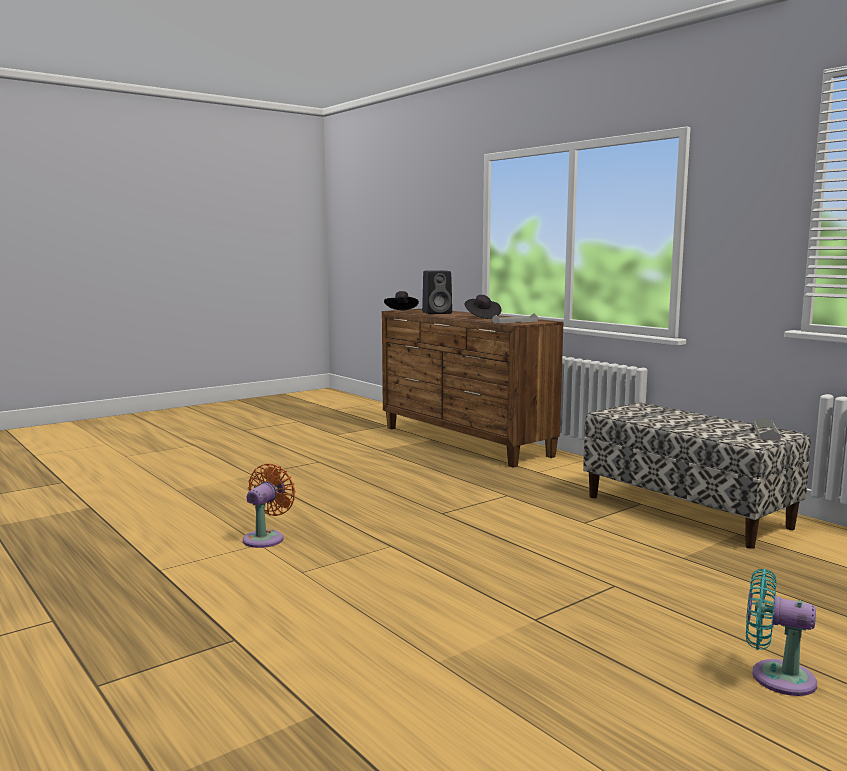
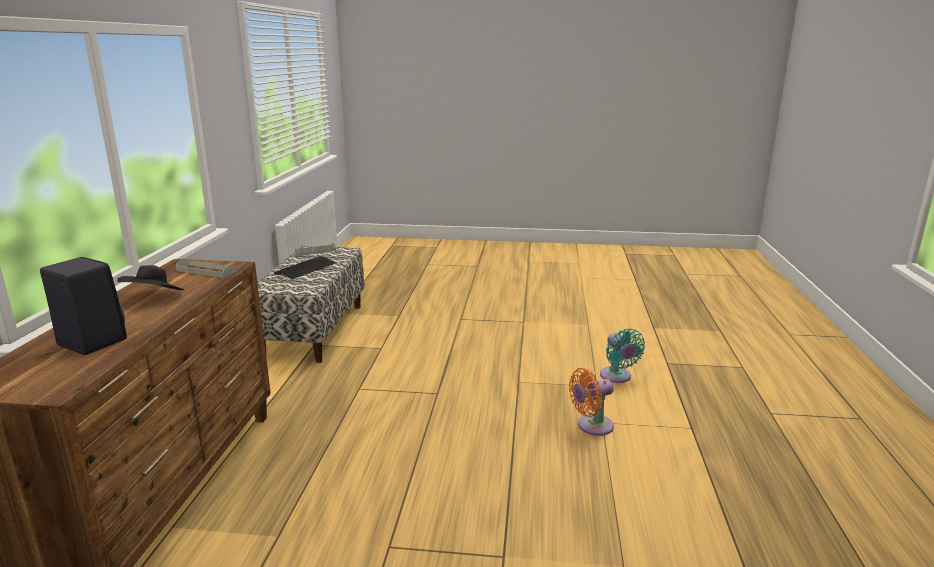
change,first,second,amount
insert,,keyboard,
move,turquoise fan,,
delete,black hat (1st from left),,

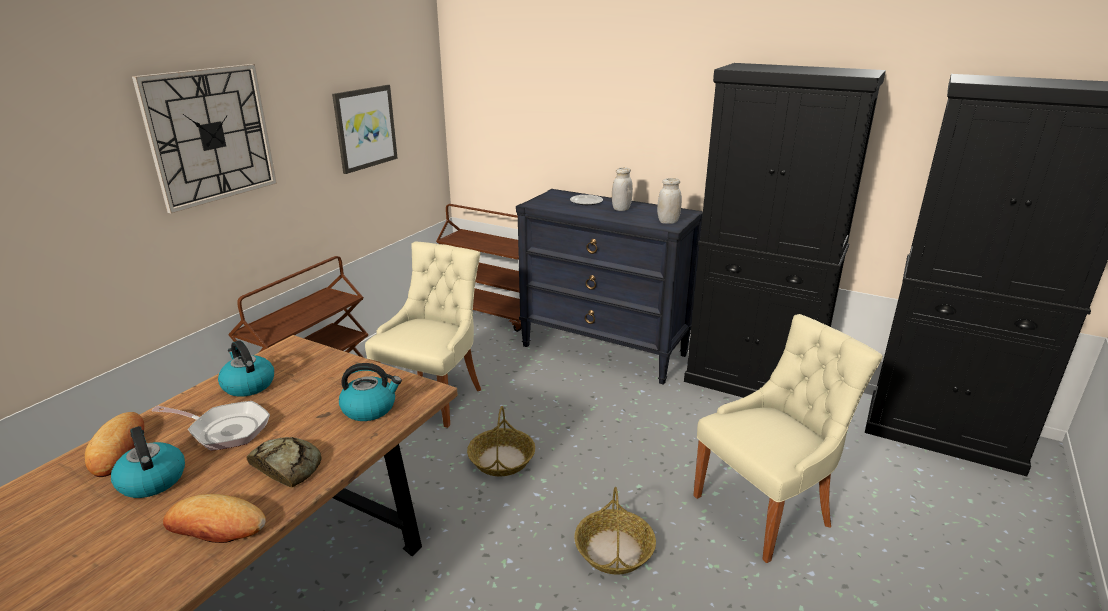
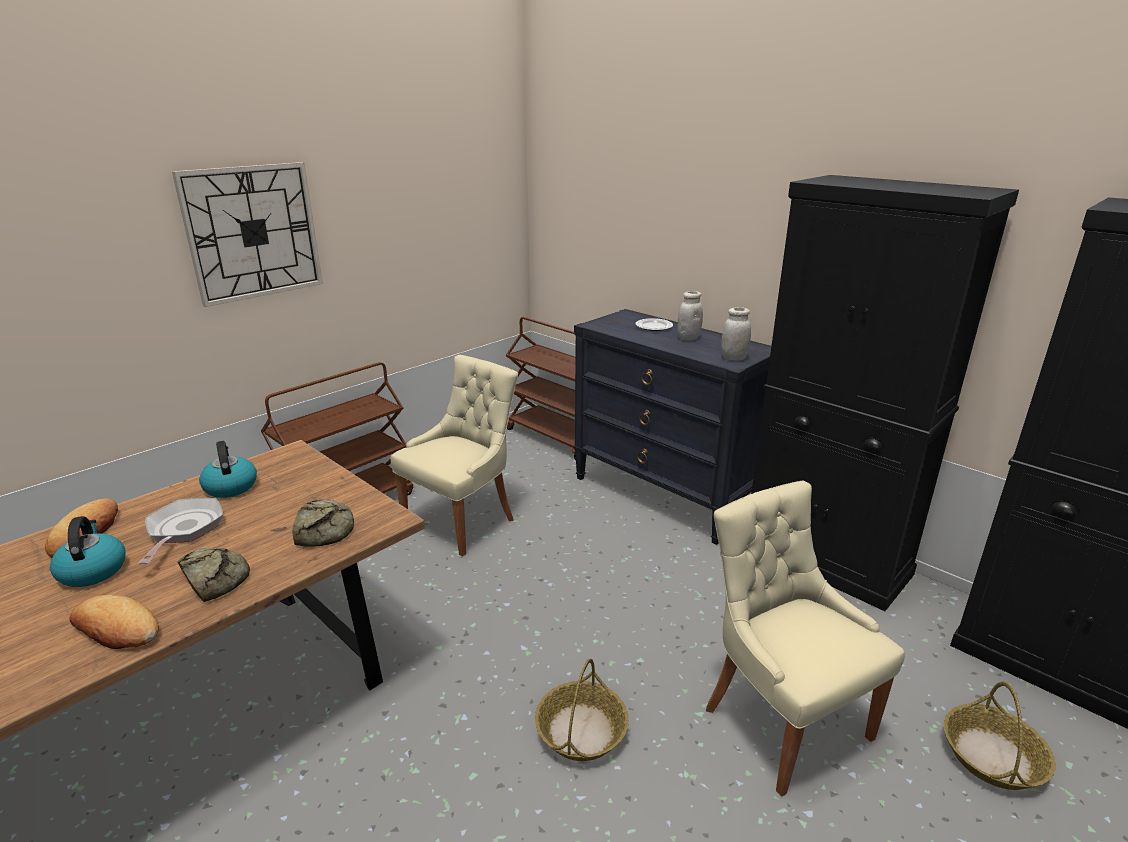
change,first,second,amount
rotate,frying pan,,120 degrees counterclockwise
replace,kettle (3rd from left),bread (4th from left),
rotate,beige chair (2nd from left),,105 degrees counterclockwise
move,basket (1st from left in the first image),basket (2nd from left),
delete,picture,,

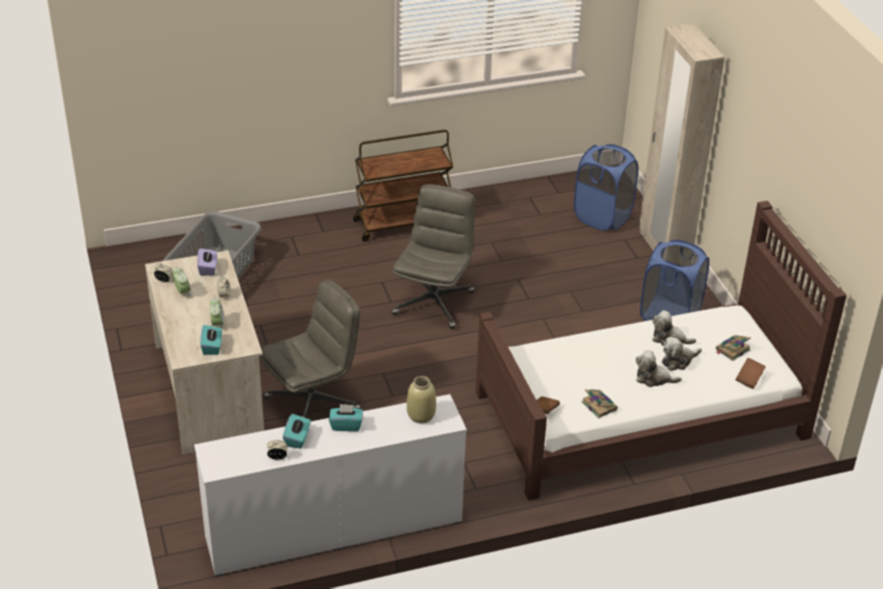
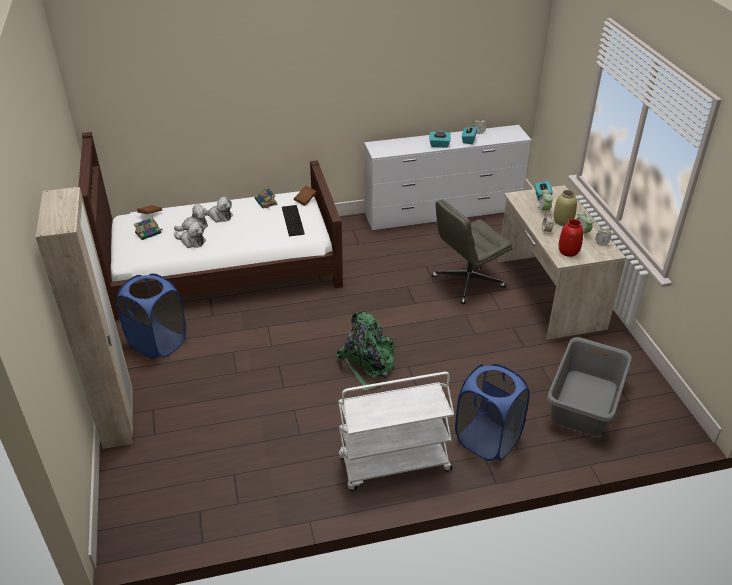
change,first,second,amount
insert,,keyboard,
replace,grey office chair (2nd from left),green backpack,
recolor,brown cart,white cart,
move,blue laundry basket (1st from left in the first image),blue laundry basket (2nd from left),
move,beige vase,,
replace,purple tissue box,red vase,

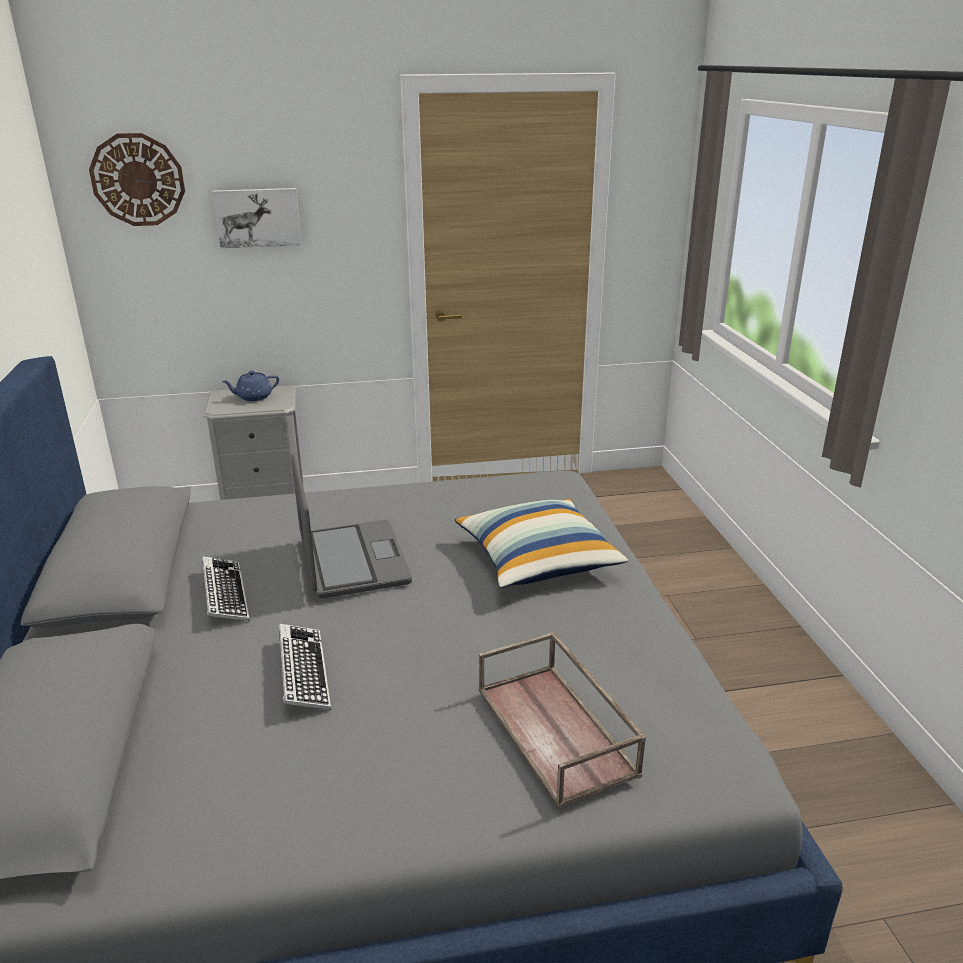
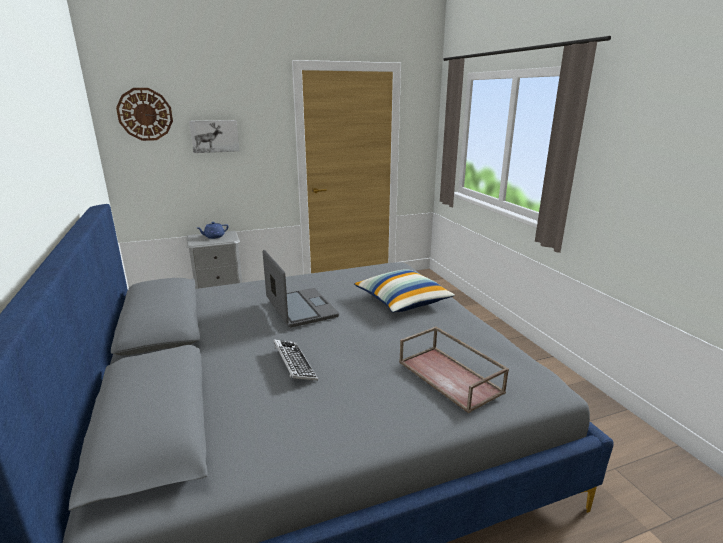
change,first,second,amount
delete,keyboard (1st from left),,

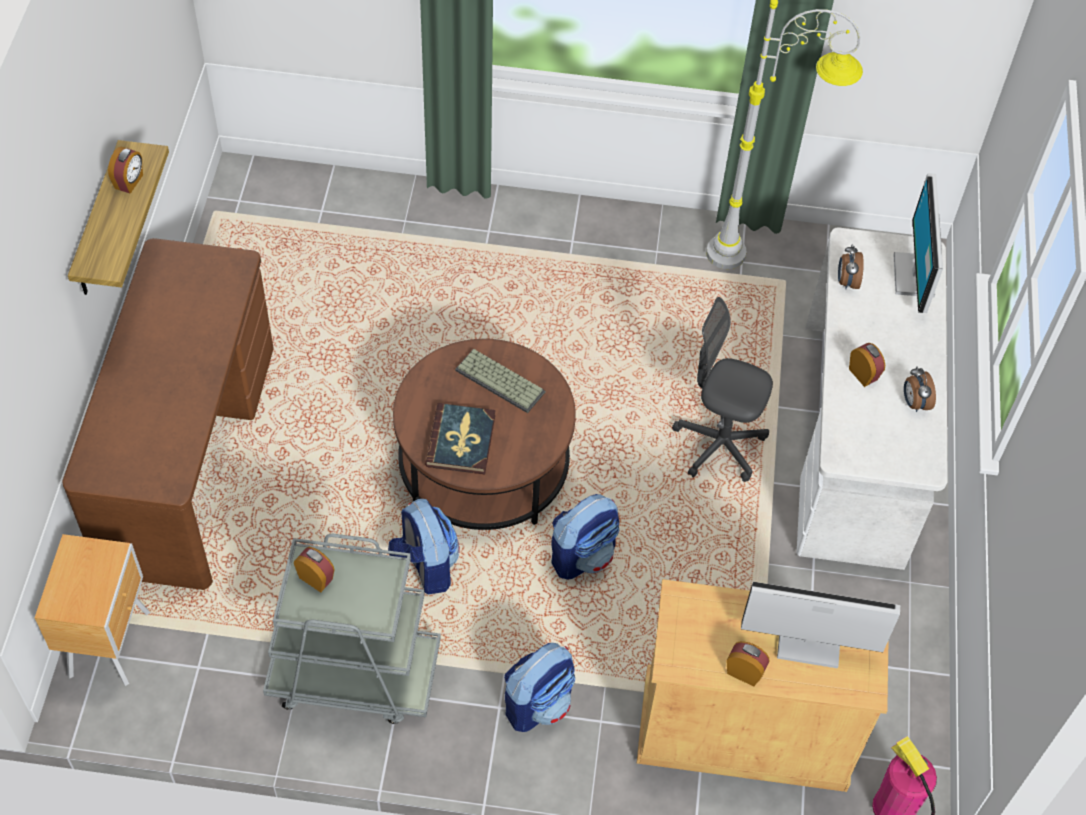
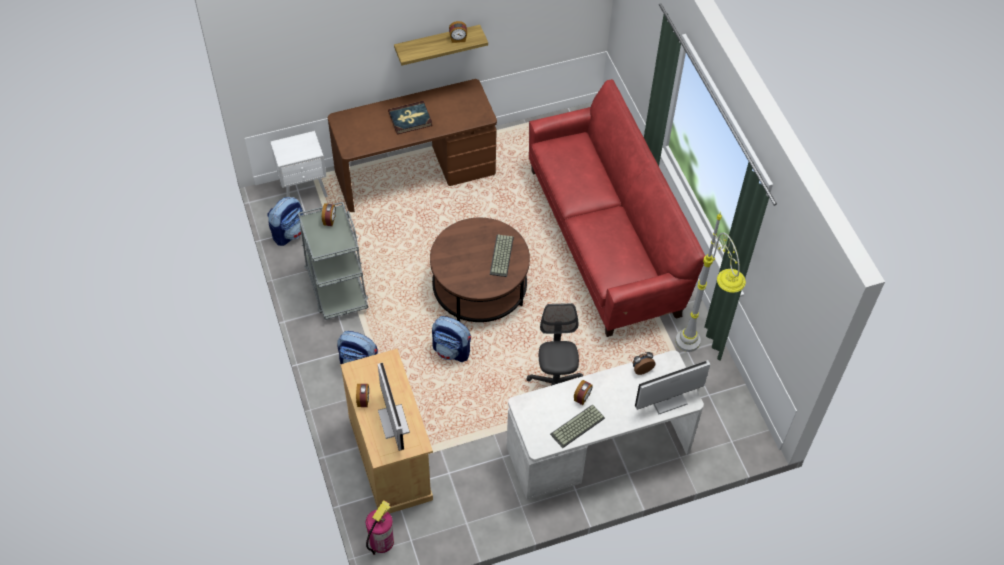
change,first,second,amount
move,backpack (1st from left),,
recolor,brown nightstand,white nightstand,
move,book,,
insert,,red sofa,
replace,alarm clock (6th from left),keyboard (2nd from left),

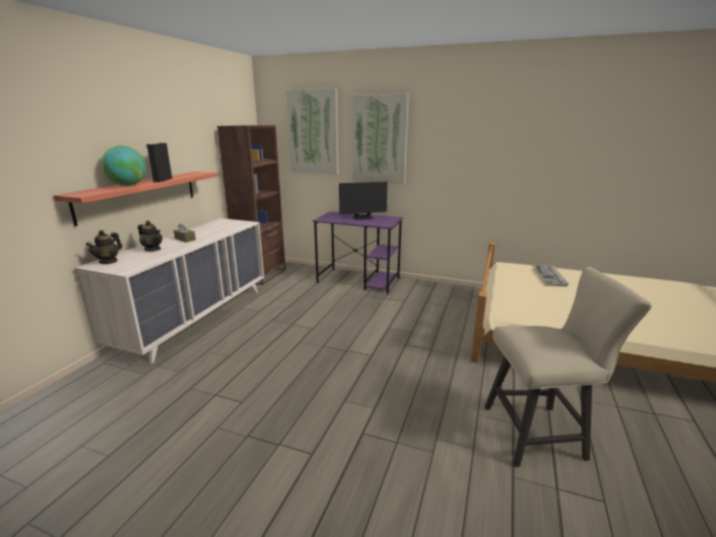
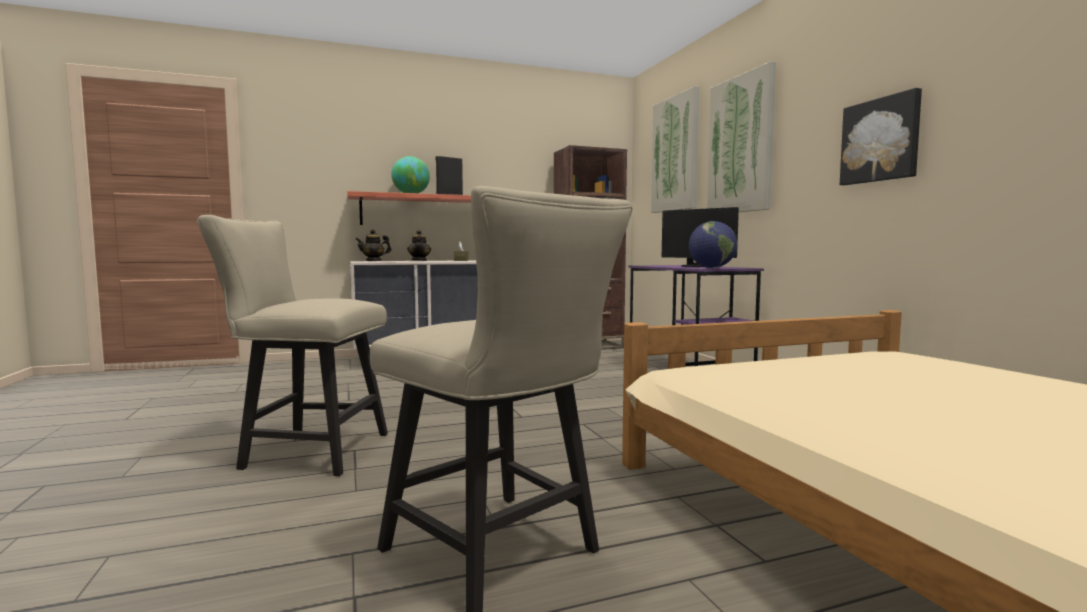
change,first,second,amount
insert,,beige chair (1st from left),
insert,,globe (2nd from left),
insert,,picture (3rd from left),
delete,keyboard,,

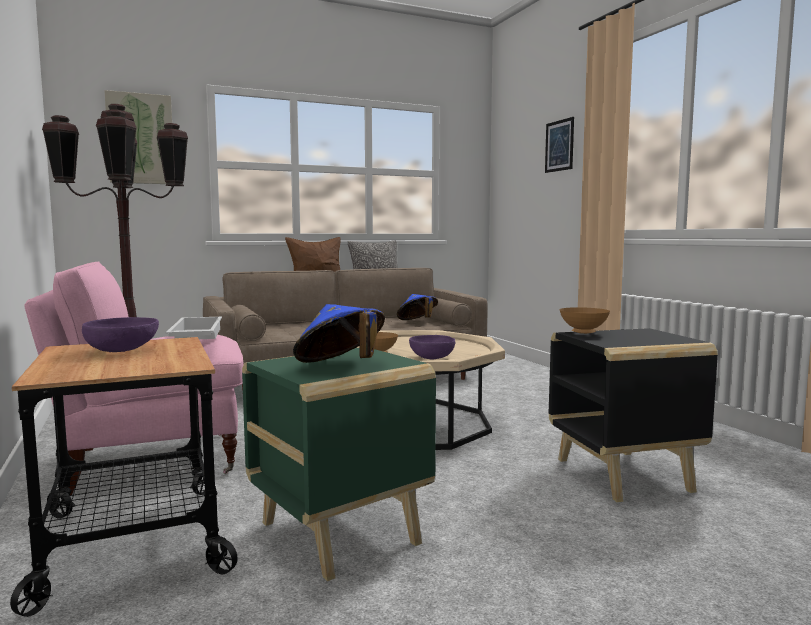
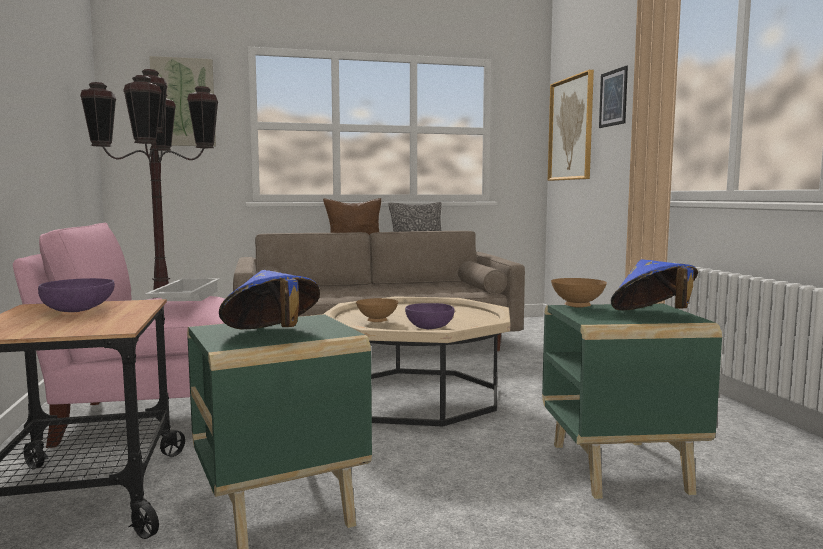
change,first,second,amount
recolor,black side table,green side table (2nd from left),
insert,,picture (2nd from left),
move,blue hat (2nd from left),,

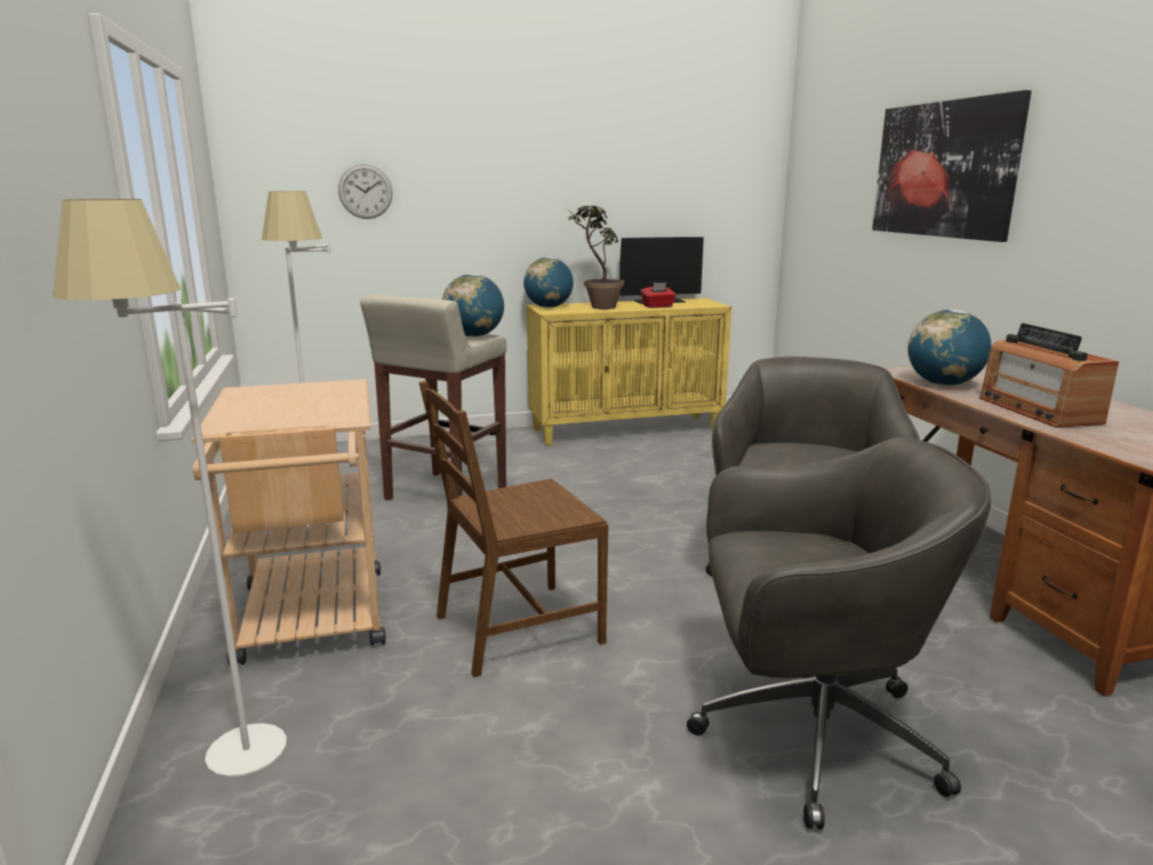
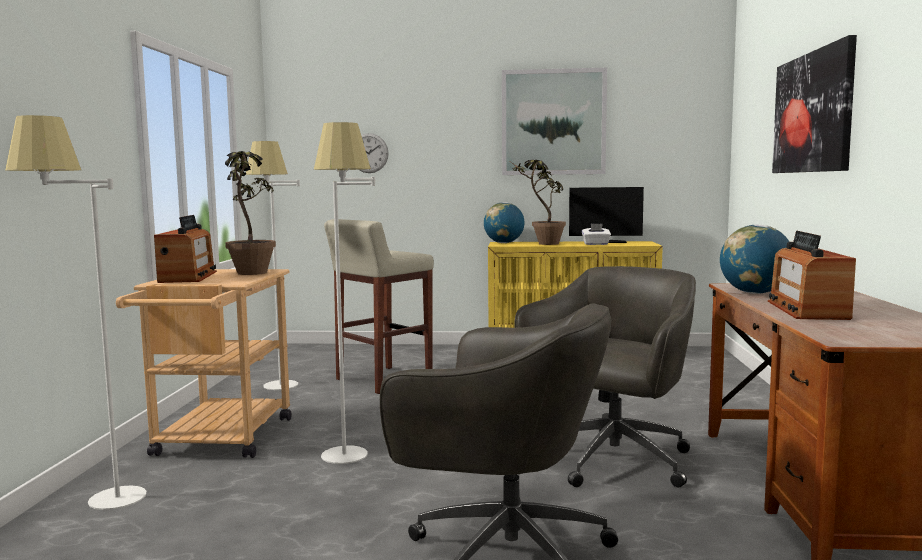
change,first,second,amount
insert,,radio (1st from left),
insert,,potted plant (1st from left),
replace,brown chair,white floor lamp (3rd from left),
insert,,picture (1st from left),
recolor,red tissue box,white tissue box,
delete,globe (1st from left),,

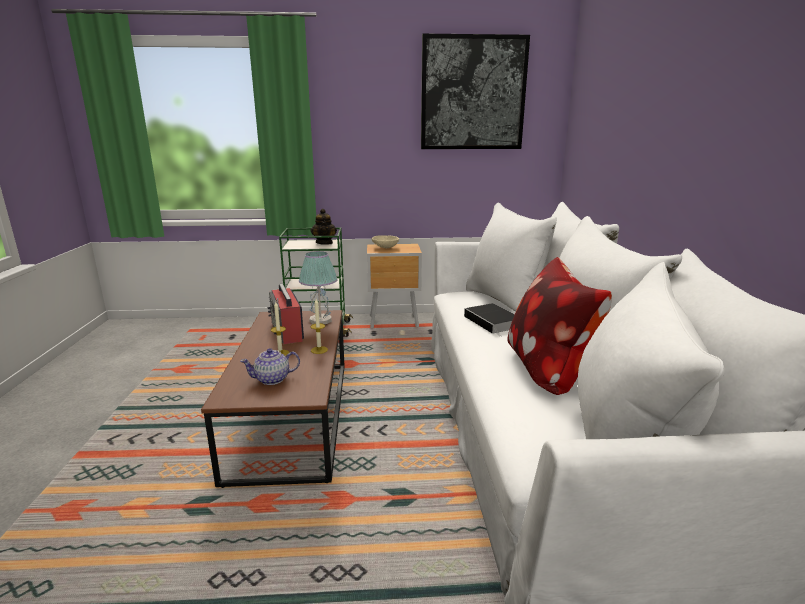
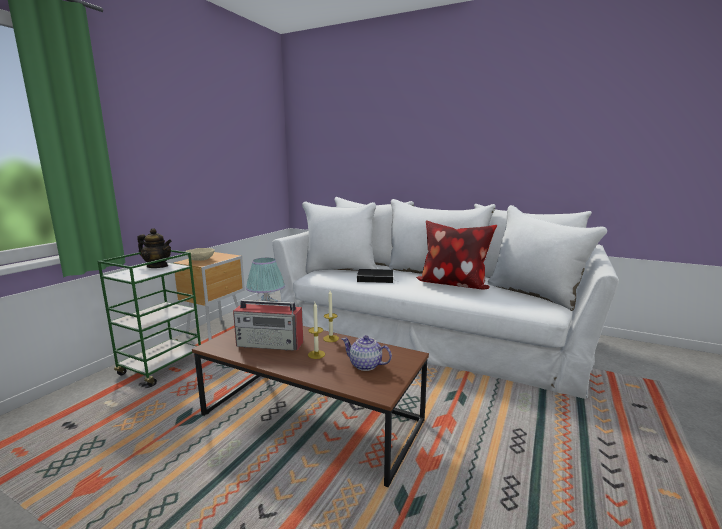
change,first,second,amount
rotate,teapot (1st from left in the first image),teapot (2nd from left),105 degrees clockwise
delete,picture,,

